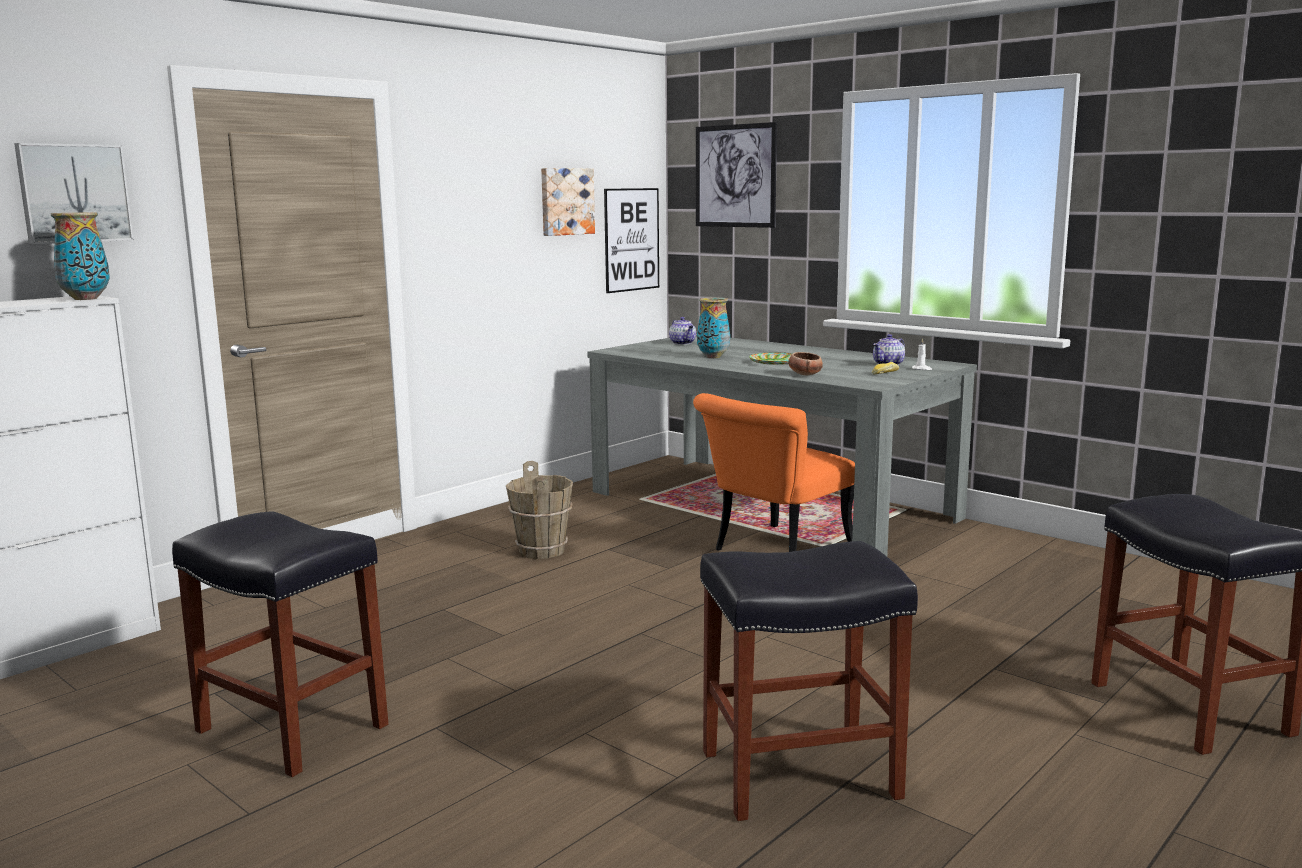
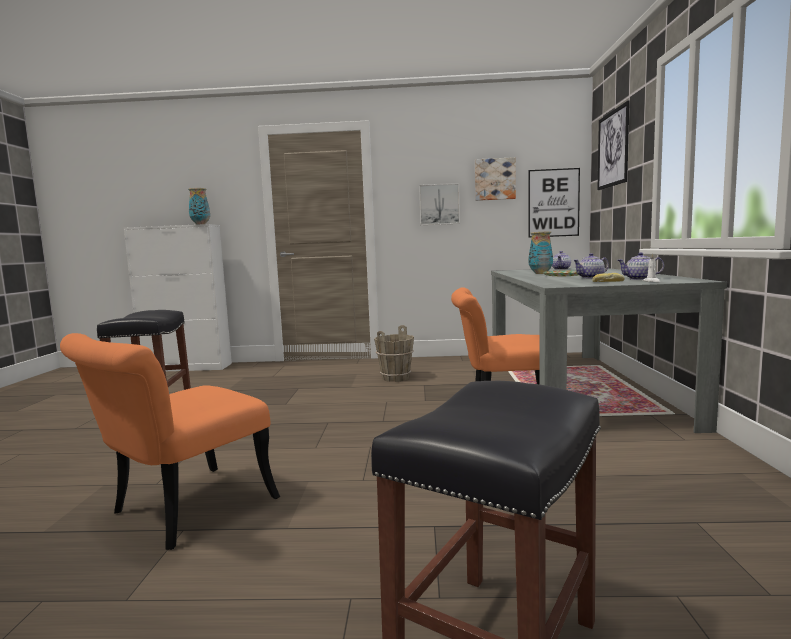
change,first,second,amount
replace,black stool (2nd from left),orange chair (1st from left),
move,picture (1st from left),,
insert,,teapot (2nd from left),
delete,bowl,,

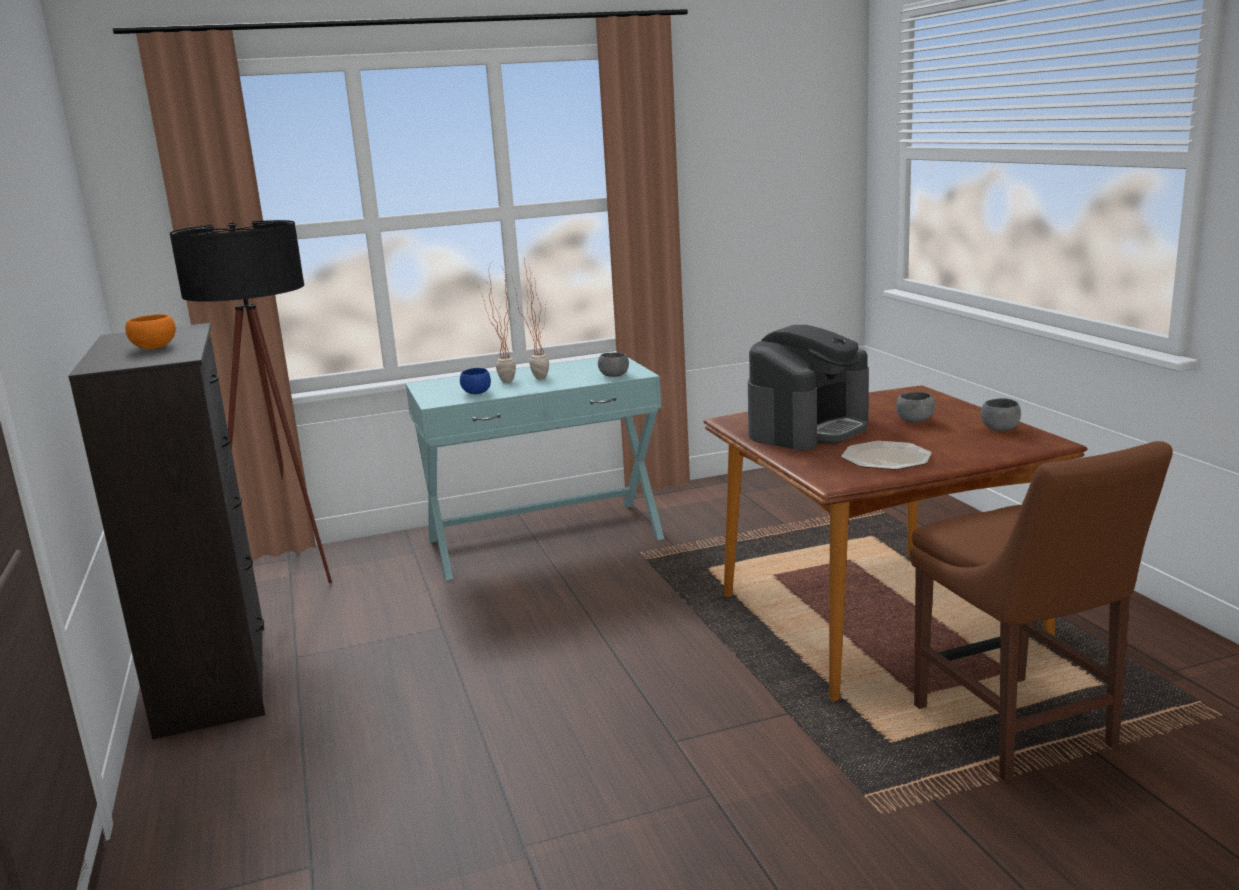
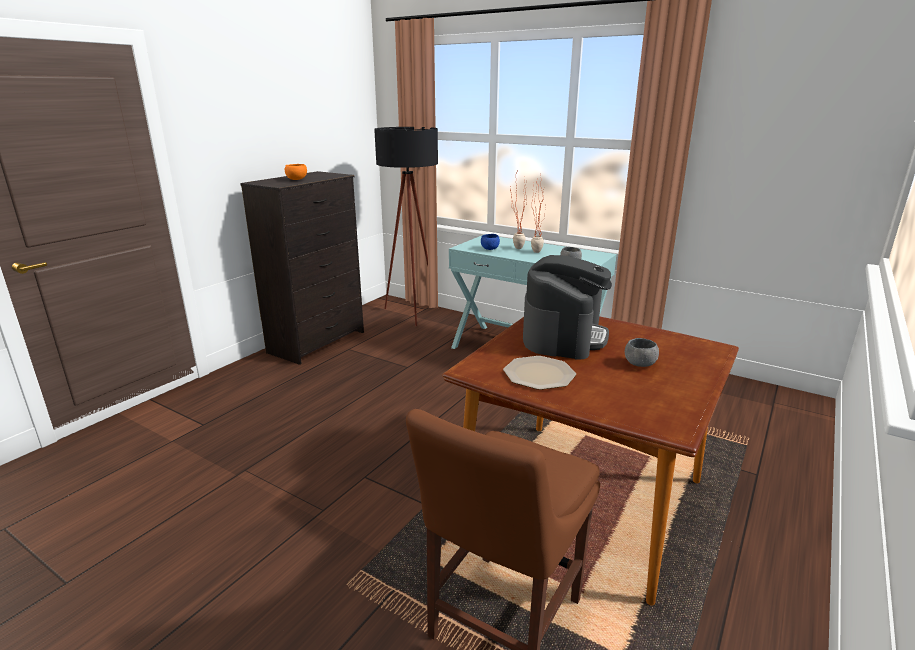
change,first,second,amount
rotate,coffee machine,,75 degrees counterclockwise
delete,grey bowl (3rd from left),,

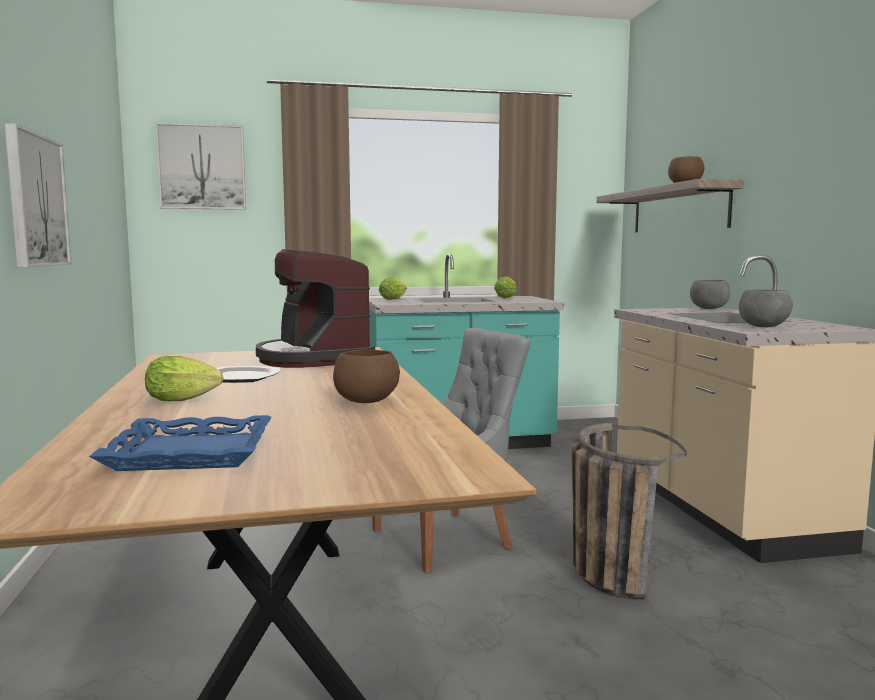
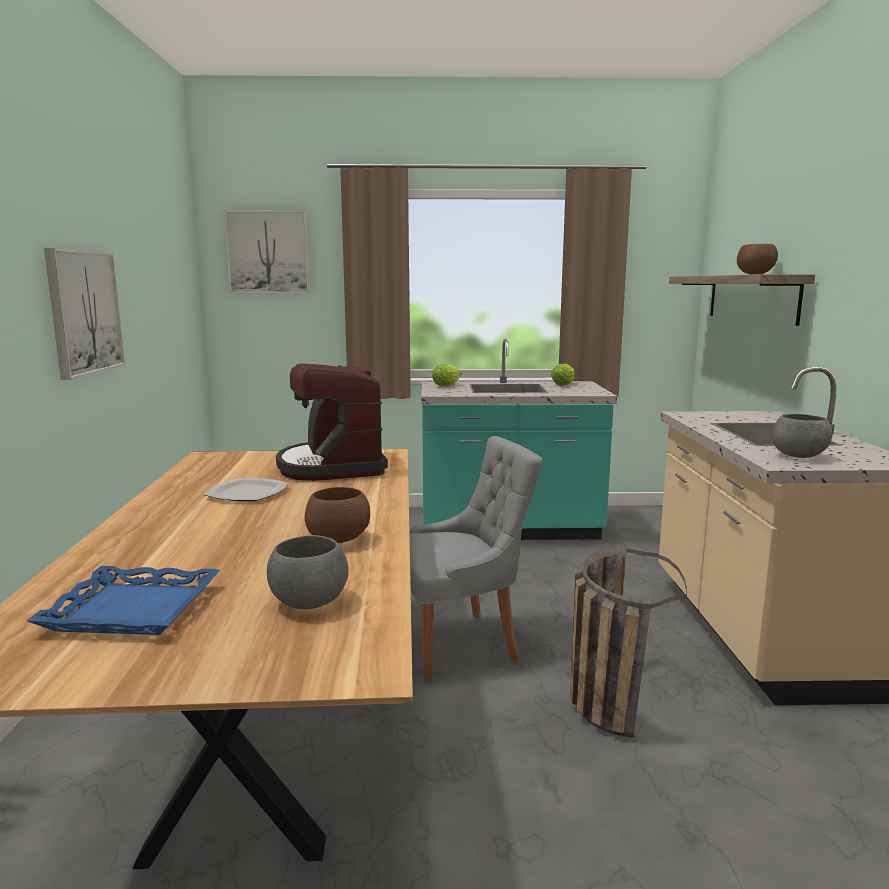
change,first,second,amount
move,grey bowl (1st from left),,
delete,lettuce (1st from left),,

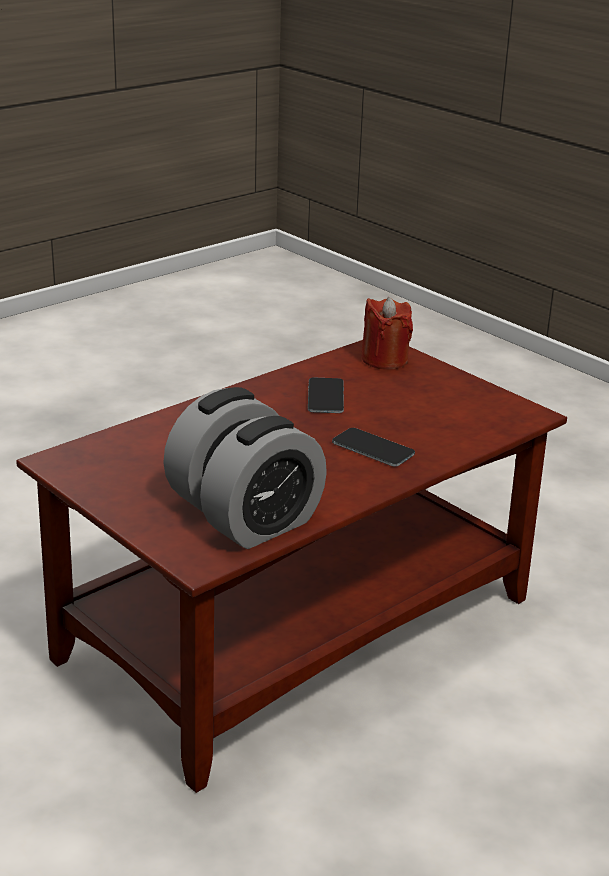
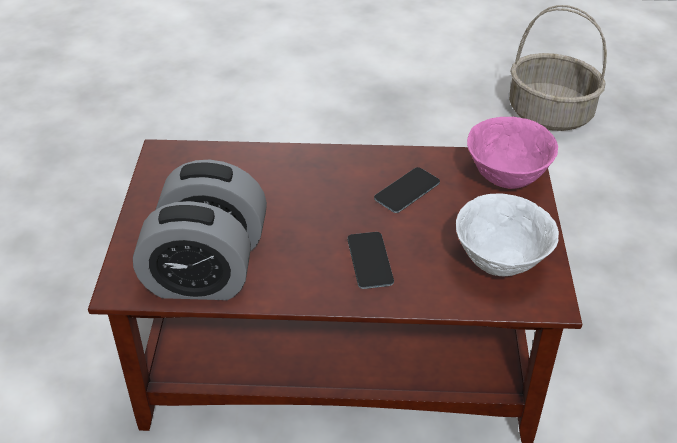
change,first,second,amount
insert,,white bowl,
replace,red candle,pink bowl,
insert,,basket,

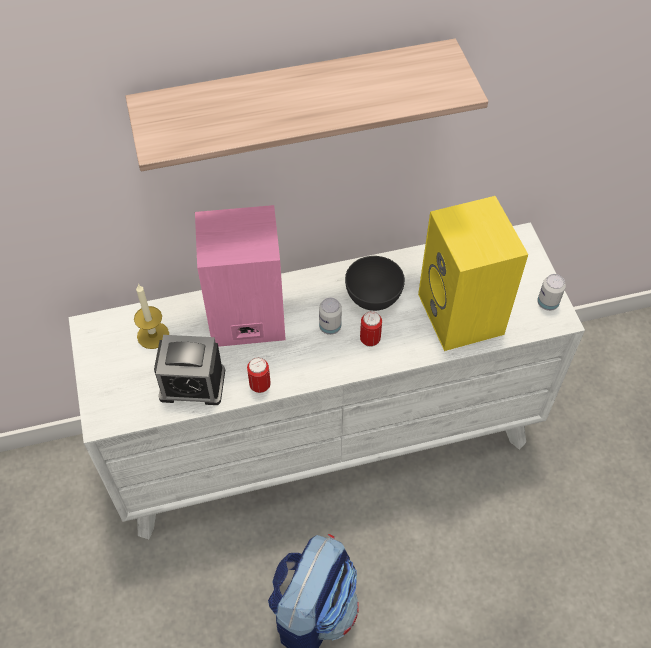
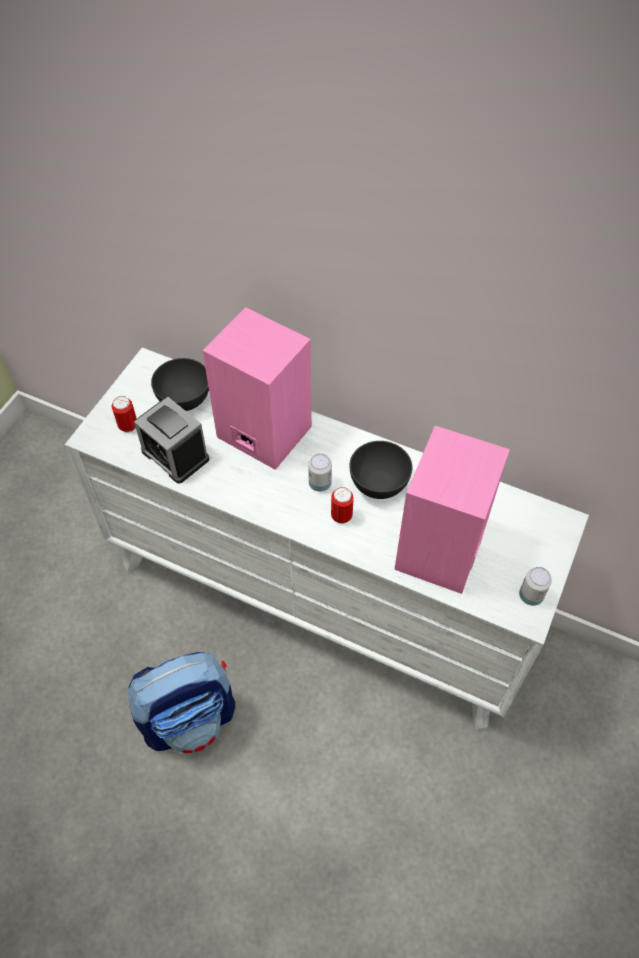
change,first,second,amount
move,can (1st from left),,
replace,candle,grey bowl (1st from left),
recolor,yellow speaker,pink speaker (2nd from left),
delete,shelf,,

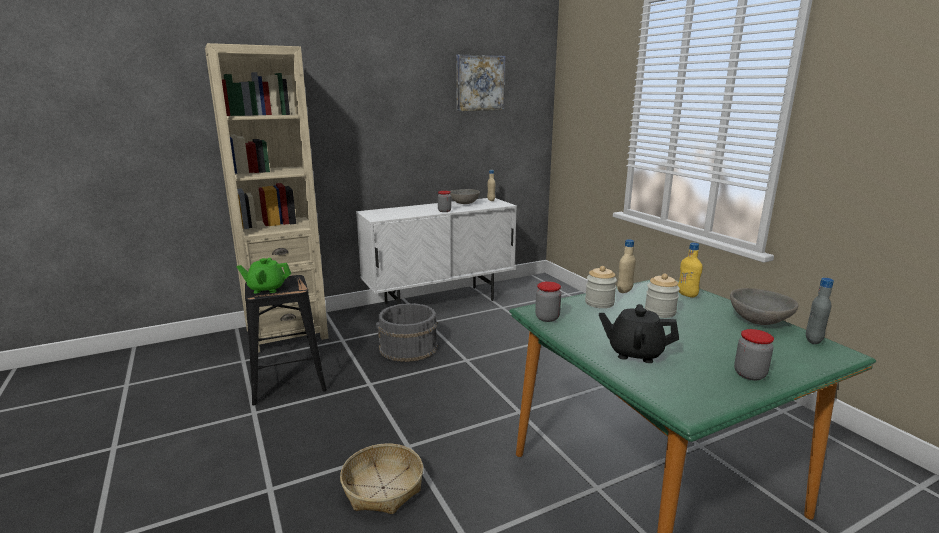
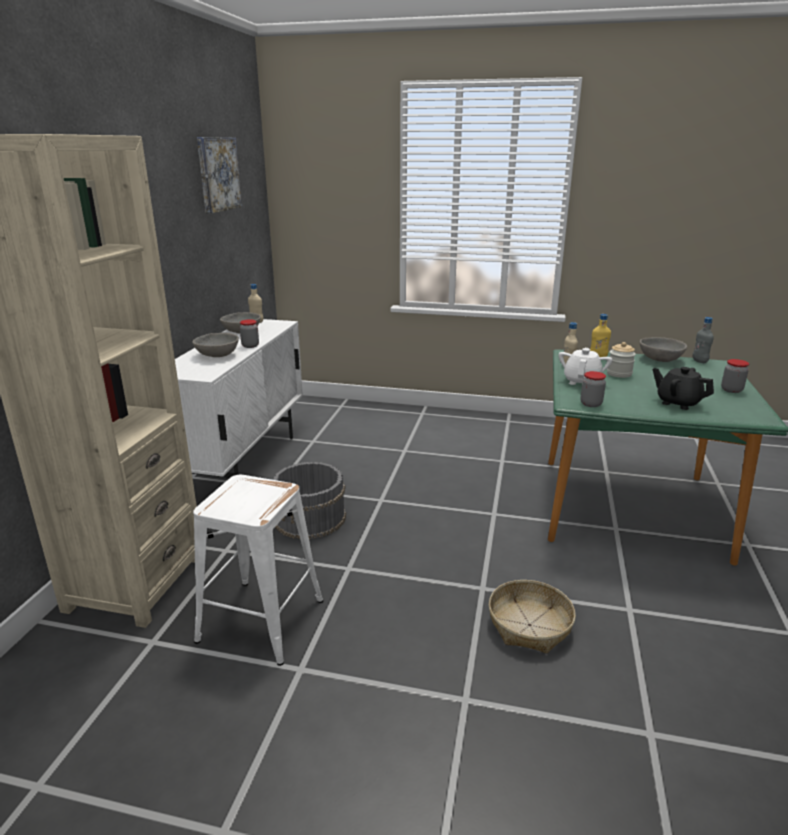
change,first,second,amount
insert,,grey bowl (1st from left),
recolor,black stool,white stool,
replace,jar (3rd from left),white teapot,
rotate,black teapot,,75 degrees clockwise
delete,green teapot,,

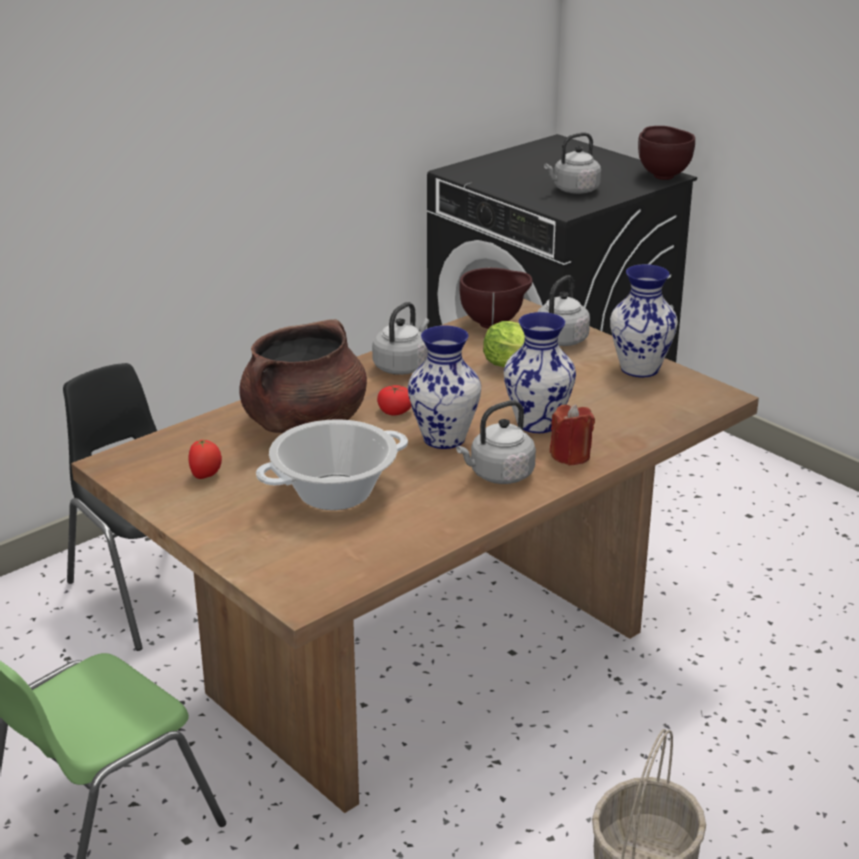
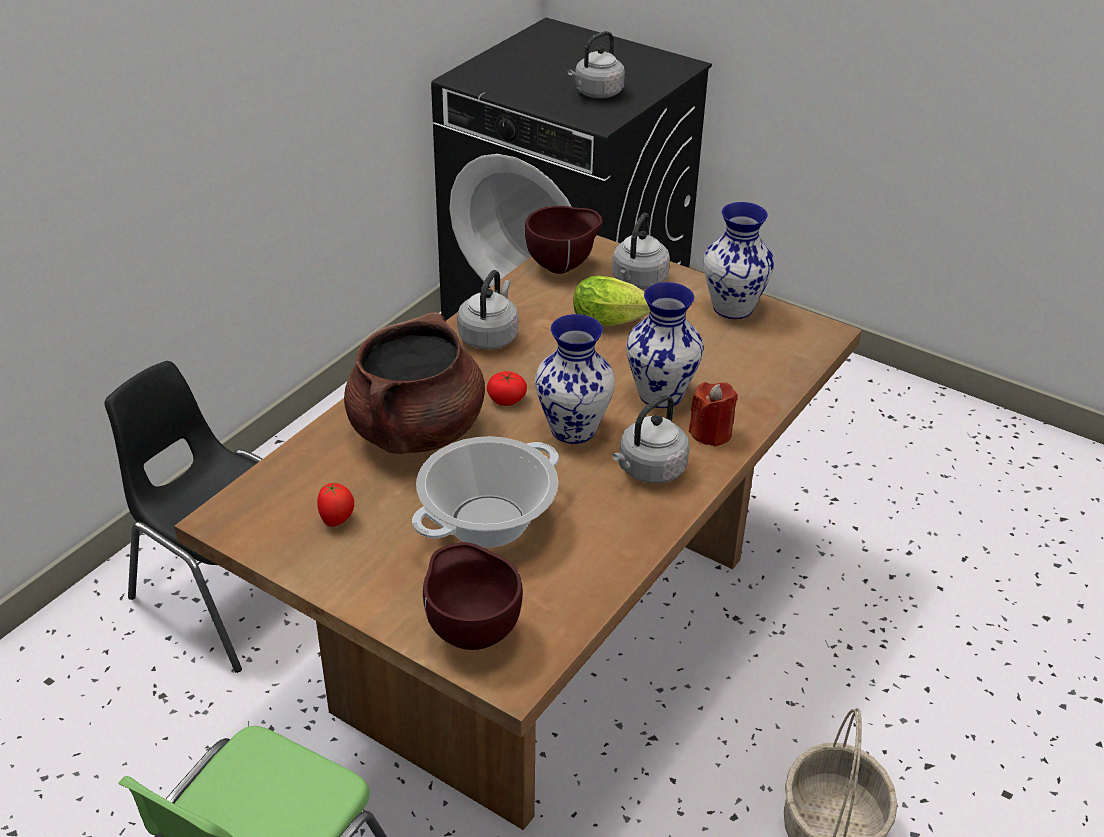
change,first,second,amount
move,brown bowl (2nd from left in the first image),brown bowl (1st from left),

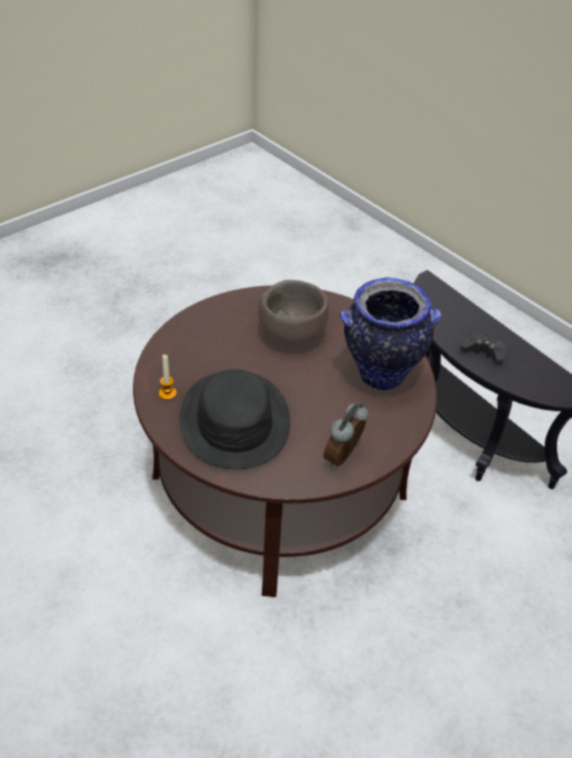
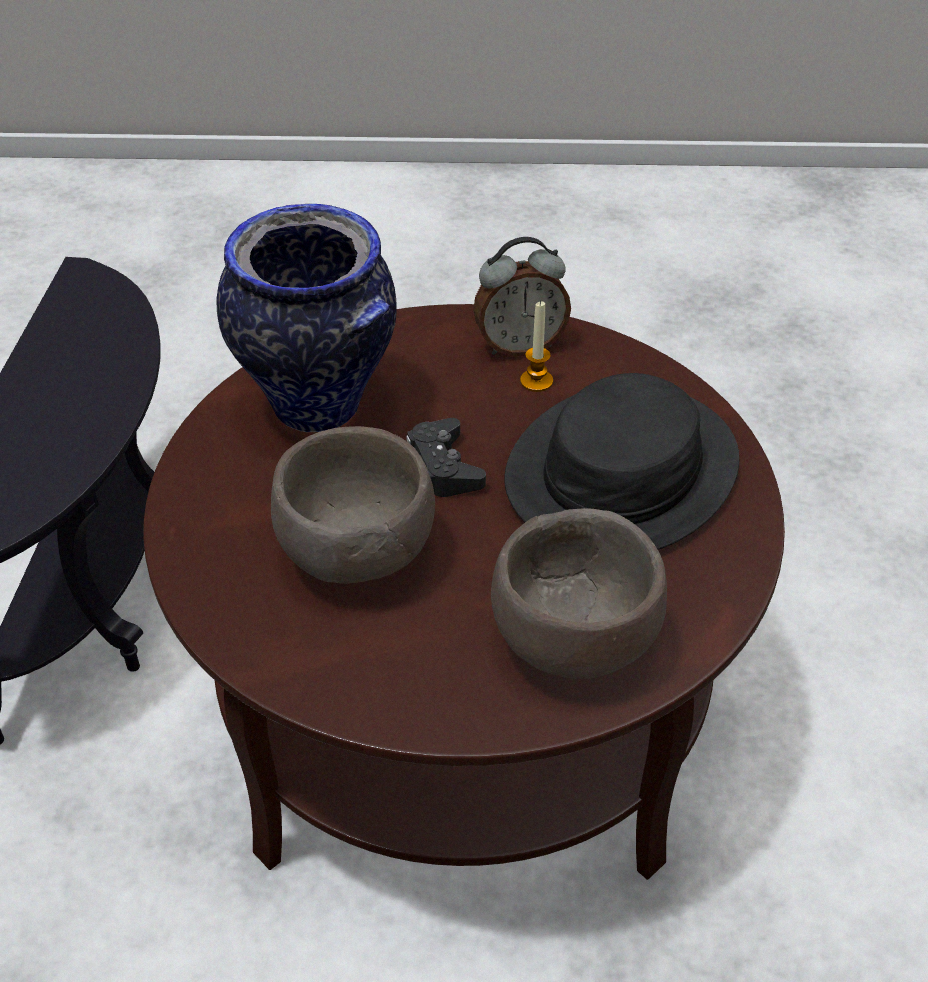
change,first,second,amount
move,black game controller,,
insert,,brown bowl (2nd from left),
move,candle,,

